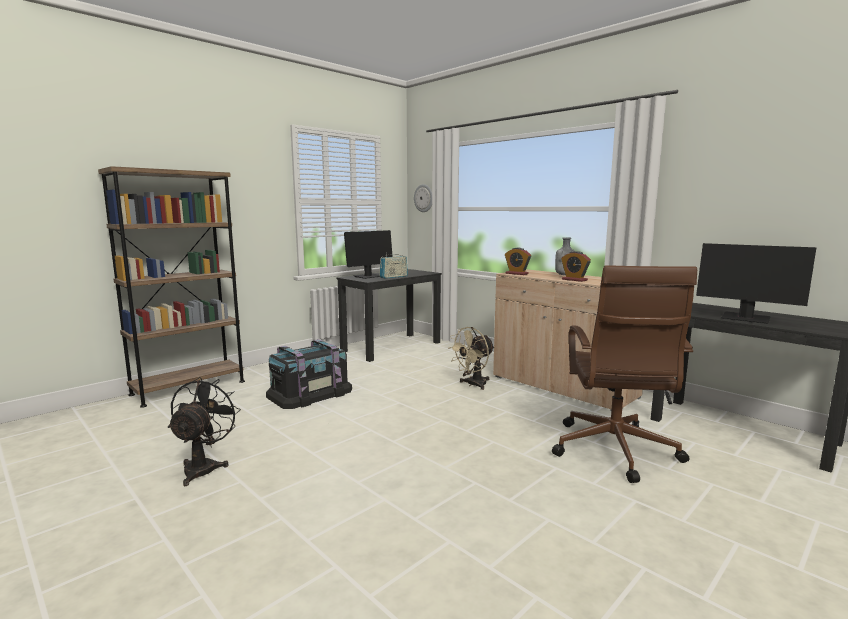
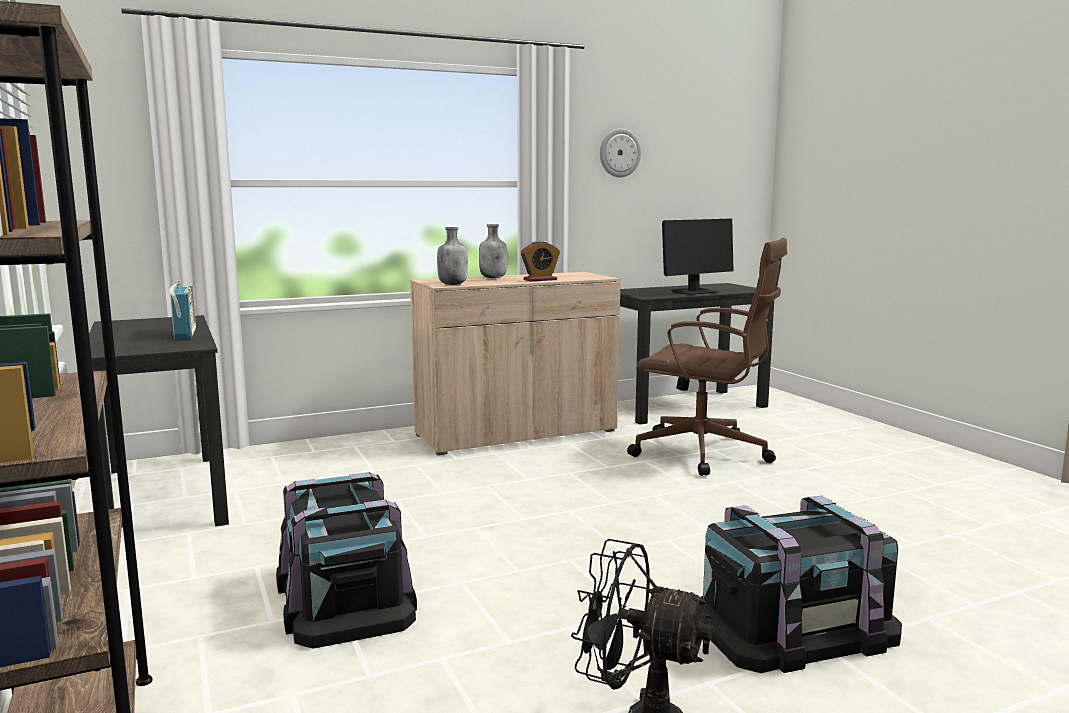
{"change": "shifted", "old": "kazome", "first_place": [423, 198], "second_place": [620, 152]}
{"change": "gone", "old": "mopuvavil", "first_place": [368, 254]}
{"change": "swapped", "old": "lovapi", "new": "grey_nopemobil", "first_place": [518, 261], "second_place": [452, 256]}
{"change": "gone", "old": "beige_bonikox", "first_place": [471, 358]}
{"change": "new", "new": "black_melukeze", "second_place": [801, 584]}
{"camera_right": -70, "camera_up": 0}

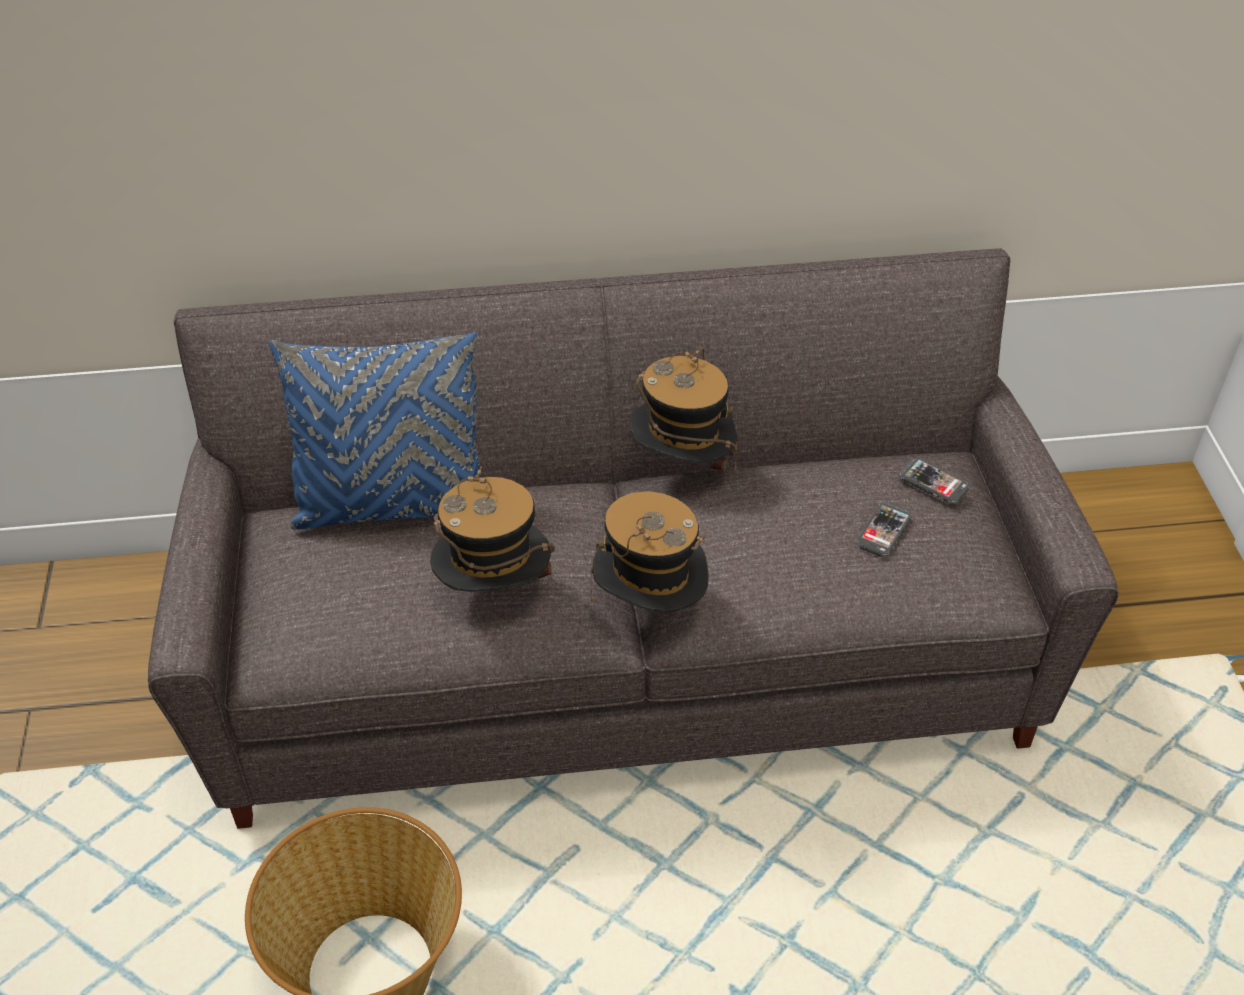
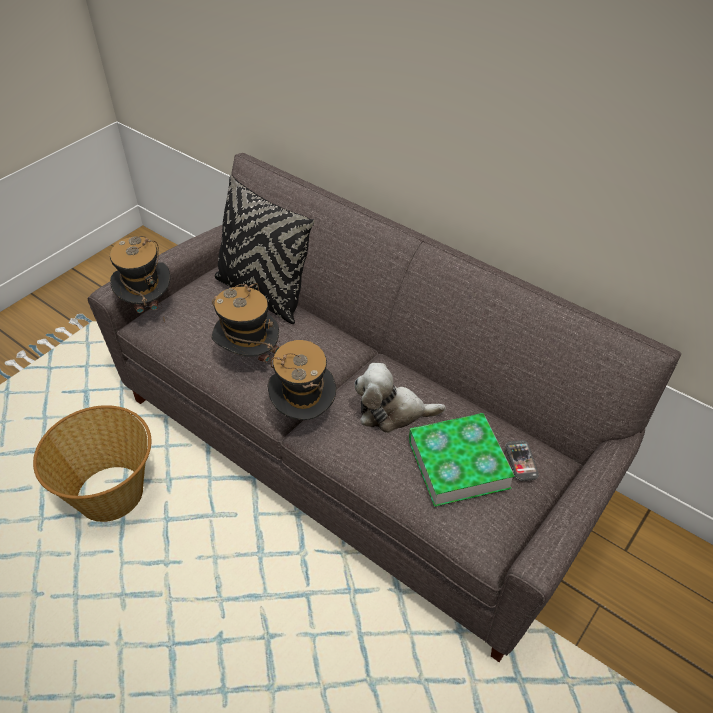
{"change": "repainted", "old": "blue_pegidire", "new": "black_pegidire", "first_place": [375, 431], "second_place": [265, 249]}
{"change": "shifted", "old": "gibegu", "first_place": [684, 409], "second_place": [140, 279]}
{"change": "swapped", "old": "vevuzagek", "new": "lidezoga", "first_place": [884, 529], "second_place": [462, 460]}
{"change": "new", "new": "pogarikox", "second_place": [400, 398]}
{"camera_right": 45, "camera_up": 0}

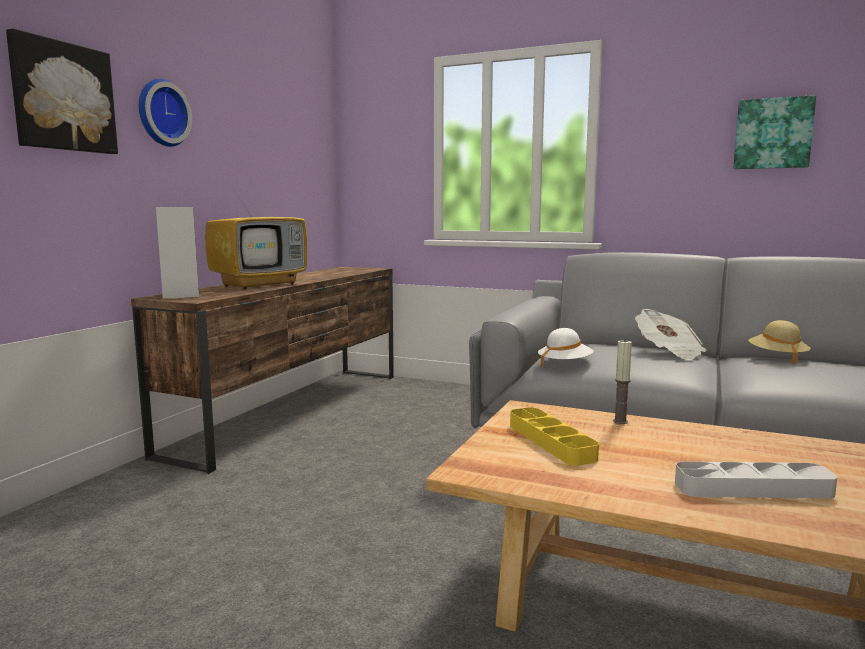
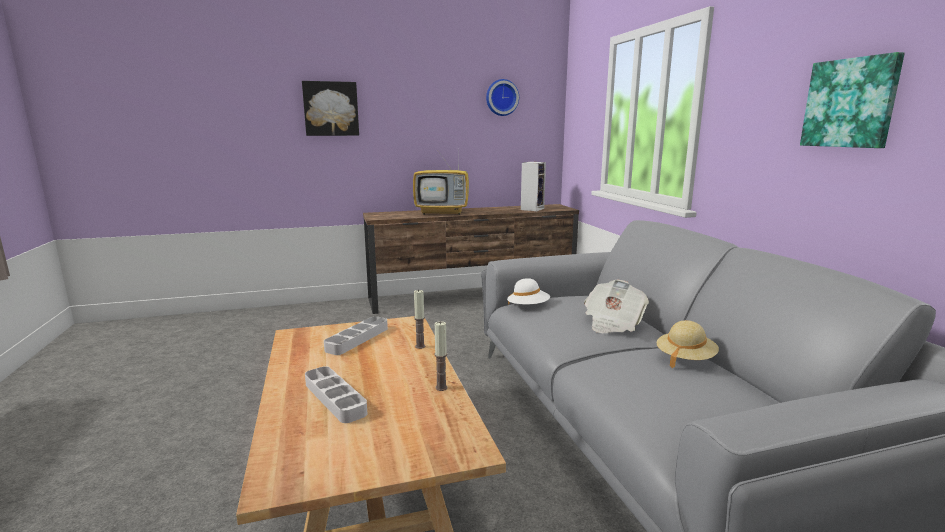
{"change": "shifted", "old": "kazome", "first_place": [165, 113], "second_place": [502, 97]}
{"change": "shifted", "old": "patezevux", "first_place": [177, 253], "second_place": [533, 186]}
{"change": "repainted", "old": "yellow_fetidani", "new": "grey_fetidani", "first_place": [554, 436], "second_place": [356, 335]}
{"change": "new", "new": "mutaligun", "second_place": [441, 356]}
{"camera_right": 50, "camera_up": 5}

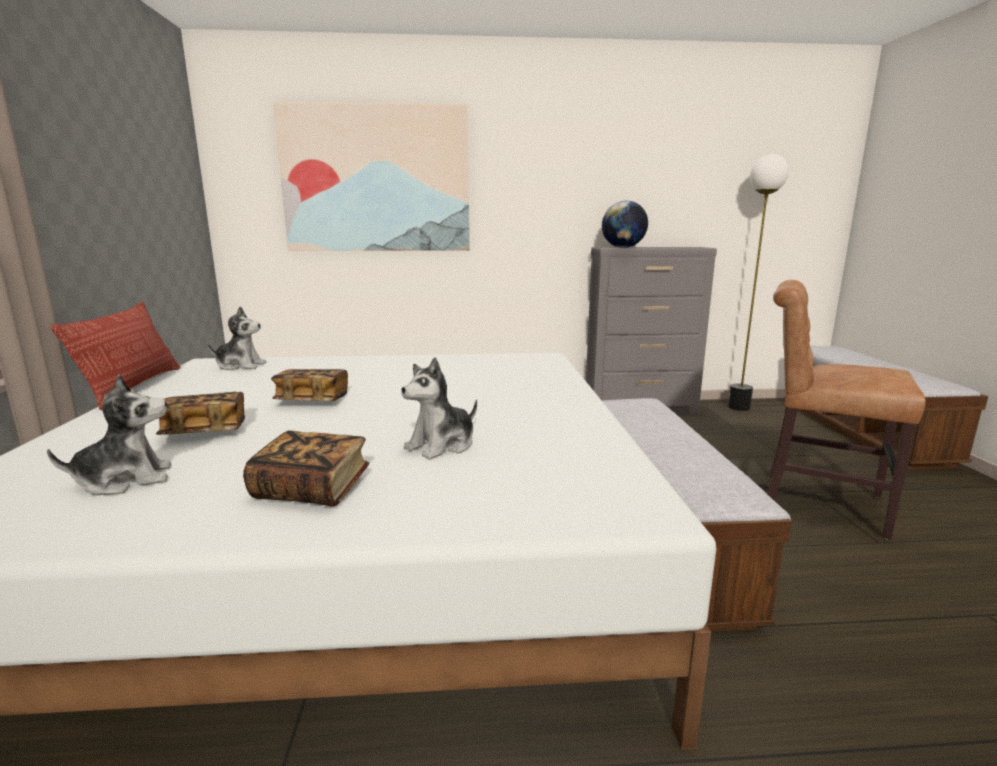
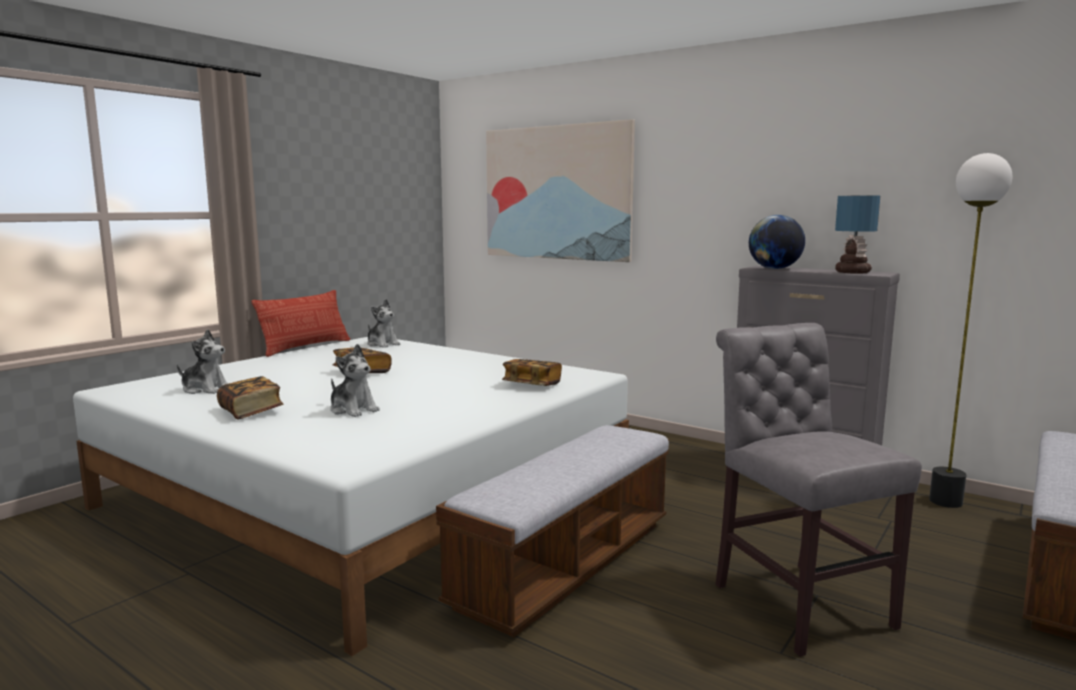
{"change": "repainted", "old": "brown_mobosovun", "new": "grey_mobosovun", "first_place": [847, 410], "second_place": [818, 490]}
{"change": "rotated", "old": "pogarikox", "first_place": [439, 408], "second_place": [355, 380], "degrees": -135}
{"change": "shifted", "old": "lidezoga", "first_place": [200, 413], "second_place": [532, 372]}
{"change": "new", "new": "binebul", "second_place": [857, 235]}
{"camera_right": 40, "camera_up": -5}

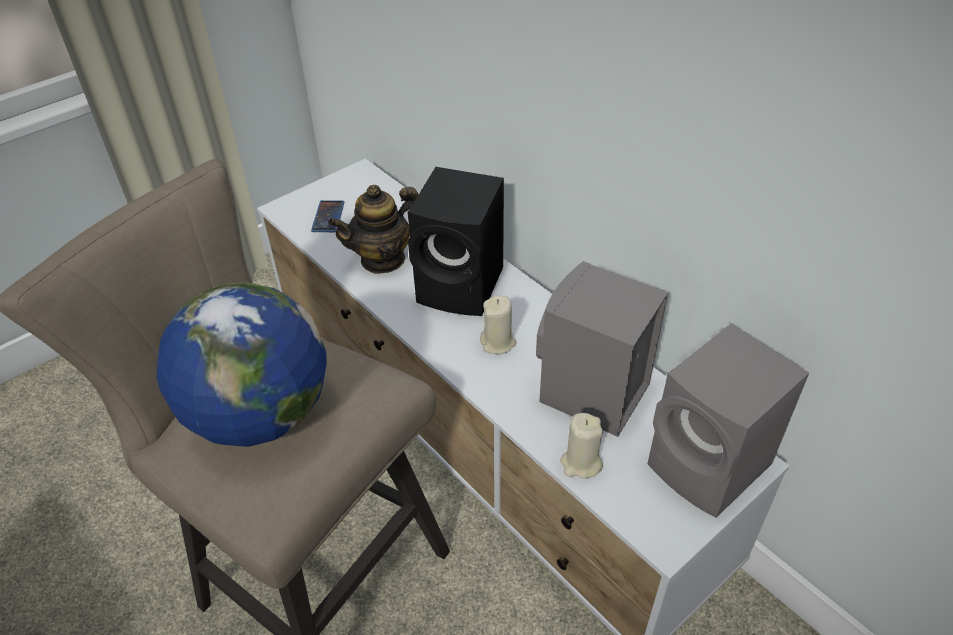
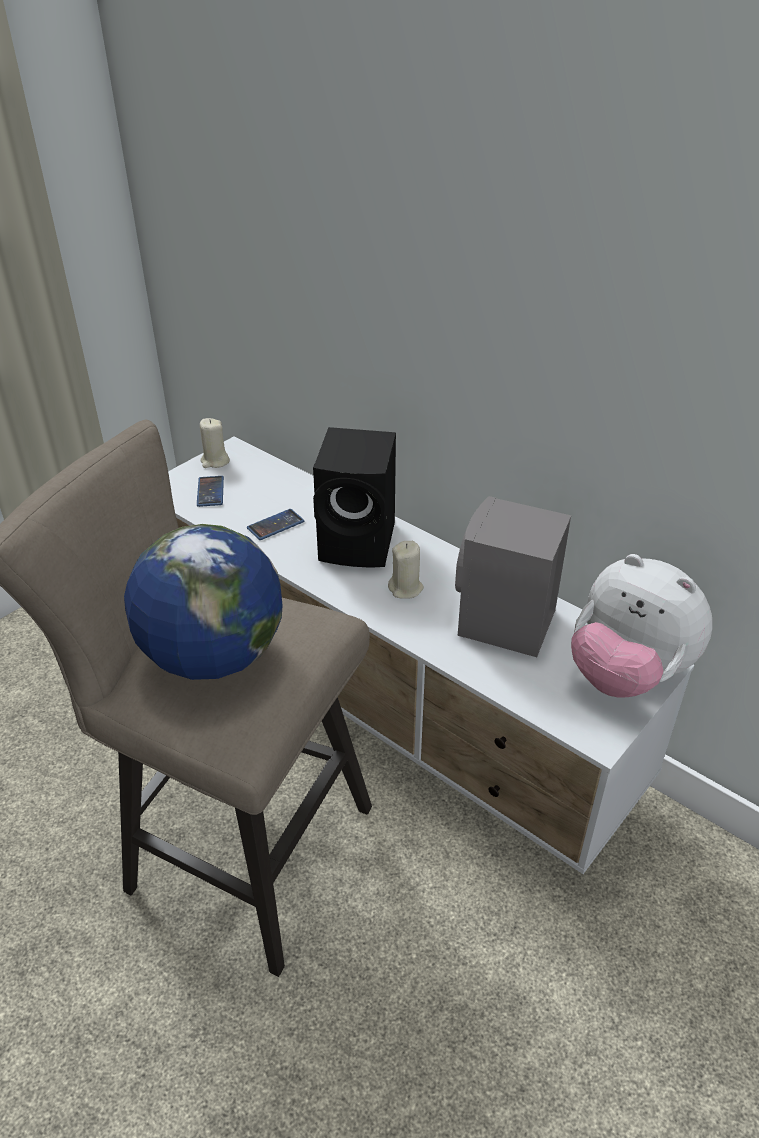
{"change": "swapped", "old": "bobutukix", "new": "vevuzagek", "first_place": [373, 229], "second_place": [275, 524]}
{"change": "swapped", "old": "grey_patezevux", "new": "pogarikox", "first_place": [728, 421], "second_place": [641, 625]}
{"change": "shifted", "old": "beige_mutaligun", "first_place": [581, 446], "second_place": [215, 443]}
{"camera_right": -10, "camera_up": -5}

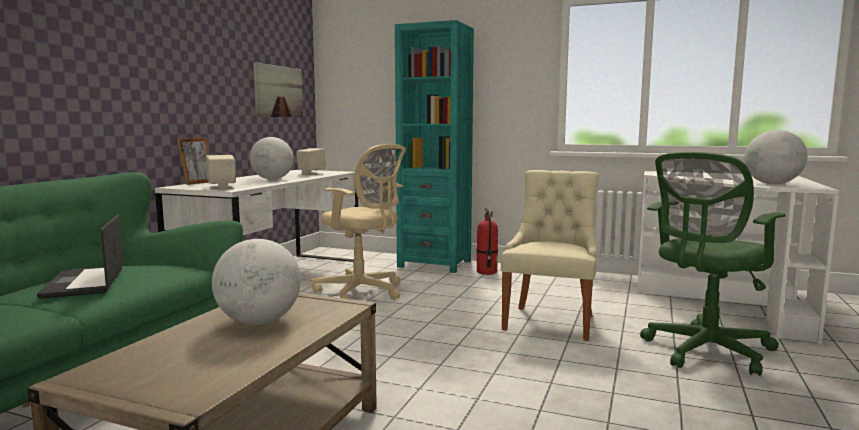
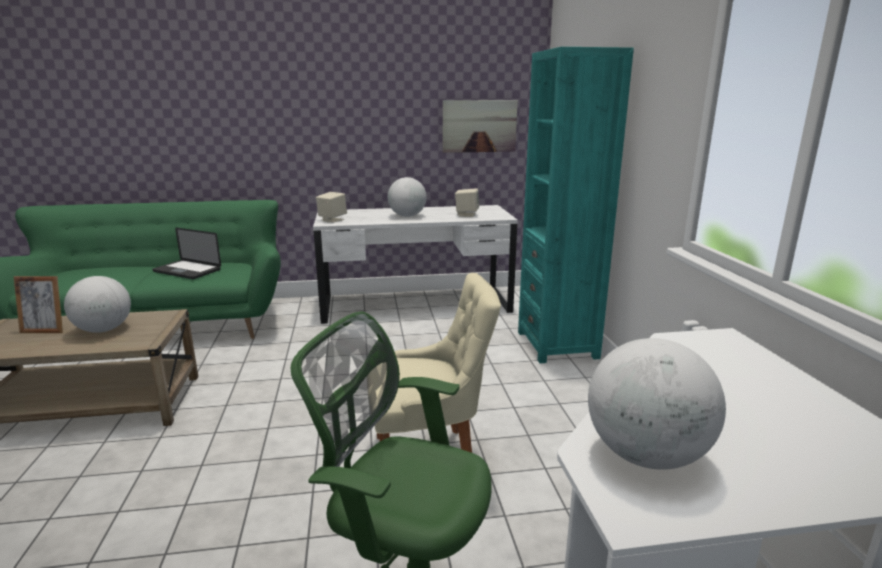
{"change": "shifted", "old": "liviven", "first_place": [193, 161], "second_place": [38, 304]}
{"change": "gone", "old": "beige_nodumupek", "first_place": [359, 222]}
{"change": "gone", "old": "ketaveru", "first_place": [487, 241]}
{"change": "rotated", "old": "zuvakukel", "first_place": [80, 256], "second_place": [186, 253], "degrees": -105}
{"camera_right": 60, "camera_up": 10}

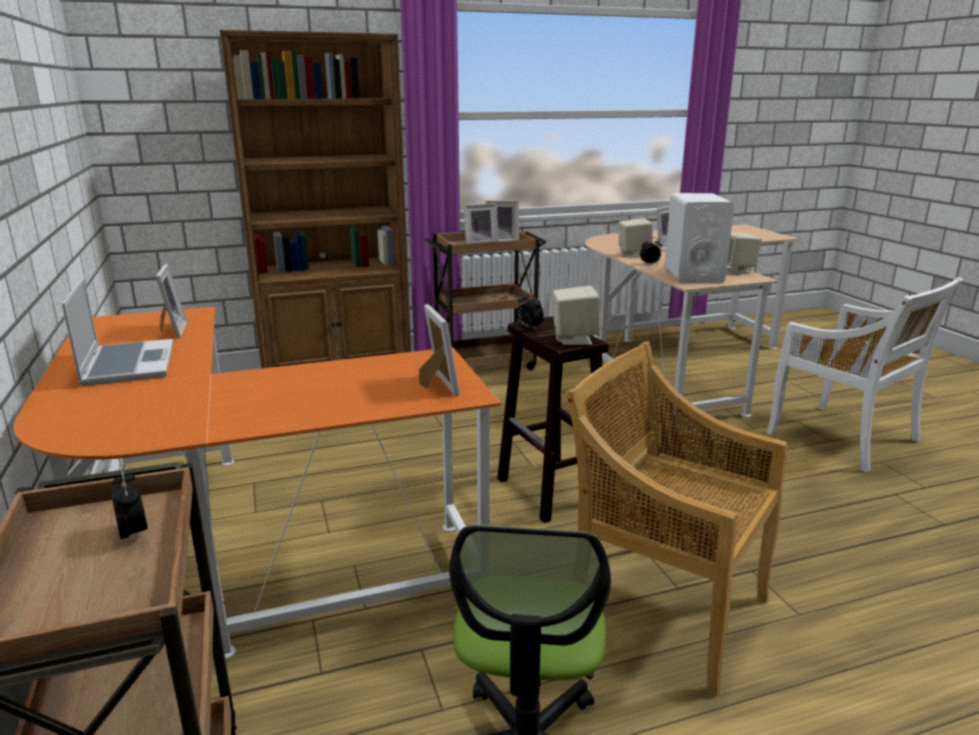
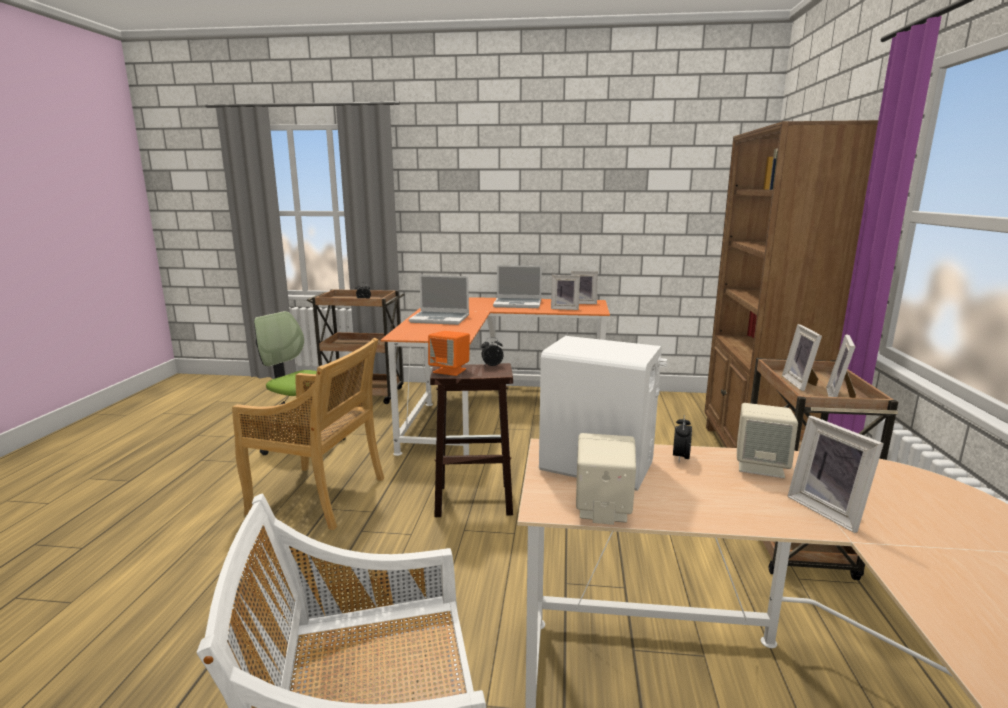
{"change": "repainted", "old": "beige_patezevux", "new": "orange_patezevux", "first_place": [576, 315], "second_place": [449, 353]}
{"change": "shifted", "old": "liviven", "first_place": [439, 350], "second_place": [584, 287]}
{"change": "rotated", "old": "beige_mobosovun", "first_place": [676, 519], "second_place": [308, 434], "degrees": 45}
{"change": "new", "new": "zuvakukel", "second_place": [439, 300]}
{"camera_right": 115, "camera_up": -5}

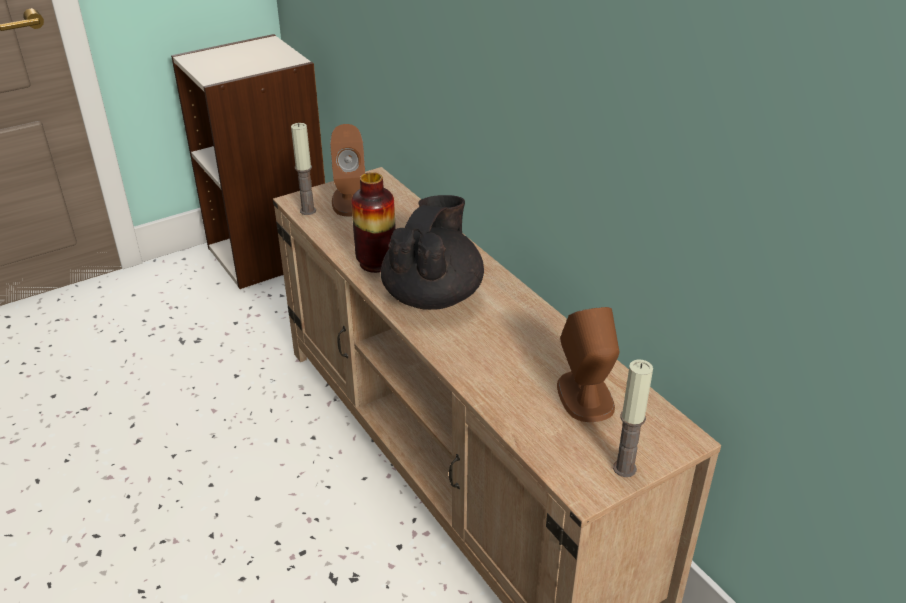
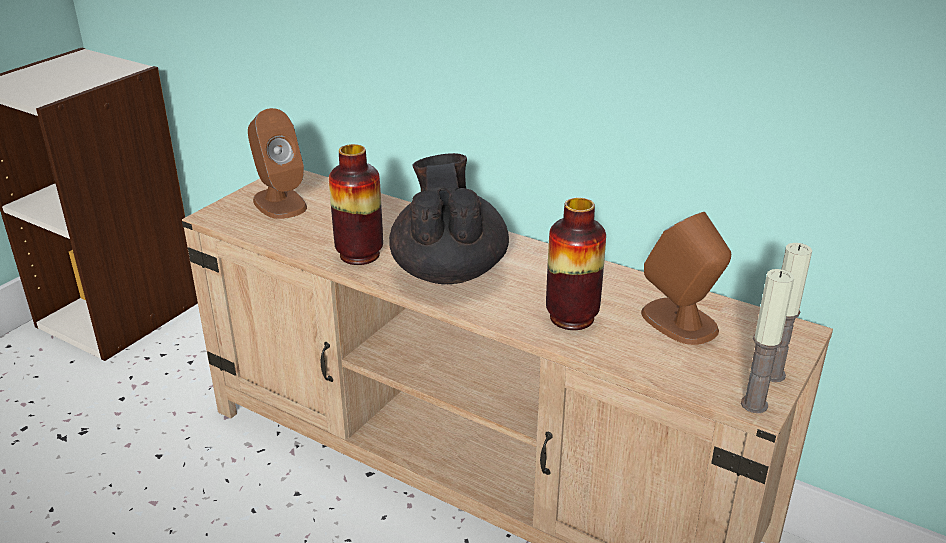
{"change": "shifted", "old": "mutaligun", "first_place": [303, 169], "second_place": [767, 341]}
{"change": "new", "new": "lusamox", "second_place": [576, 264]}
{"camera_right": -25, "camera_up": -5}

